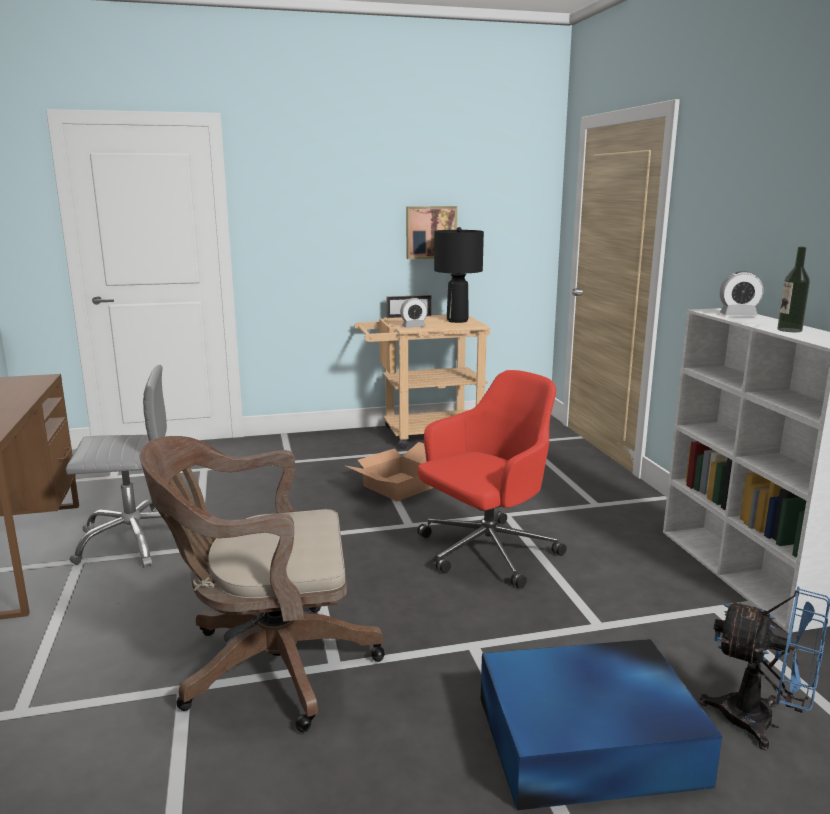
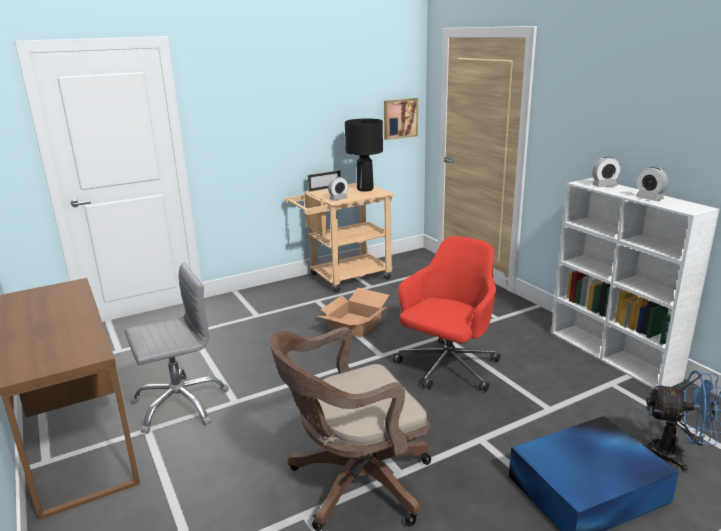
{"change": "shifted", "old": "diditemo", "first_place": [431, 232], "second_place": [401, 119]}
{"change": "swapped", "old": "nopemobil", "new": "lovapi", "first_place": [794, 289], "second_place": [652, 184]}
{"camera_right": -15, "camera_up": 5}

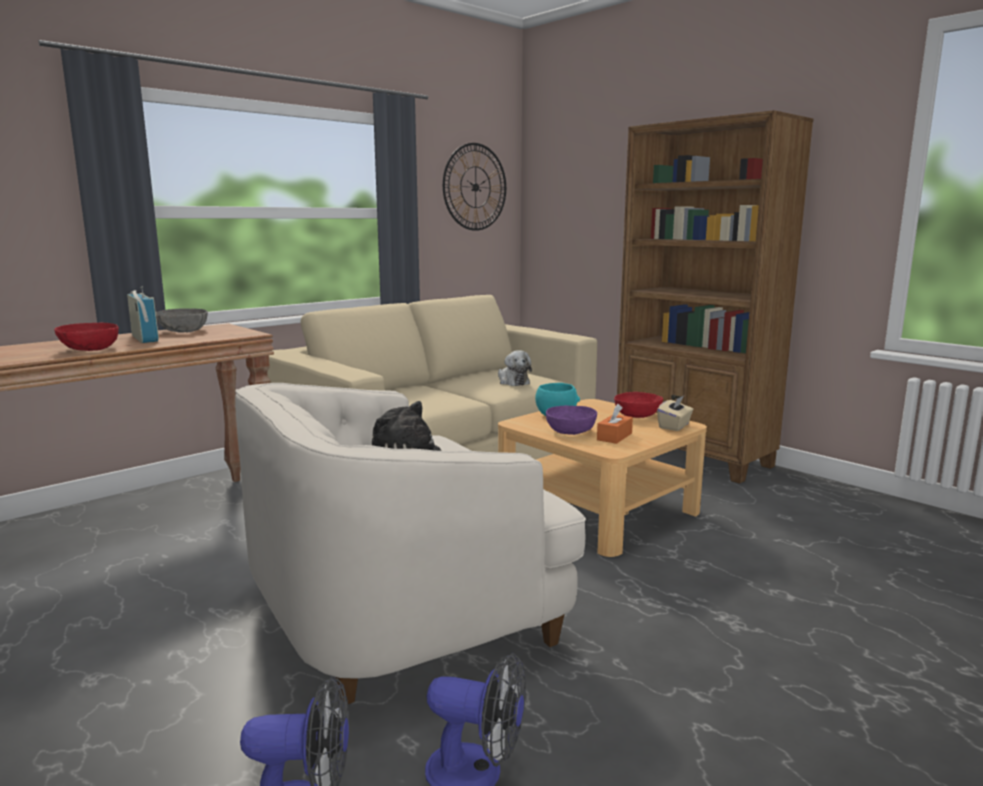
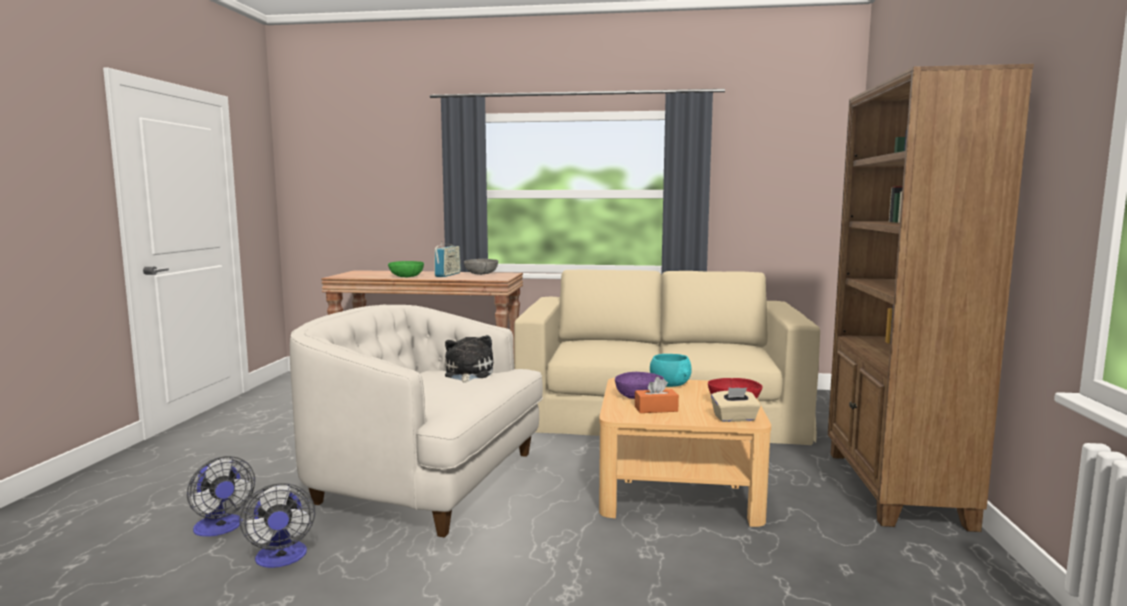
{"change": "gone", "old": "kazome", "first_place": [474, 187]}
{"change": "repainted", "old": "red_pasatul", "new": "green_pasatul", "first_place": [86, 337], "second_place": [406, 269]}
{"change": "gone", "old": "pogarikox", "first_place": [515, 368]}
{"camera_right": 50, "camera_up": -5}

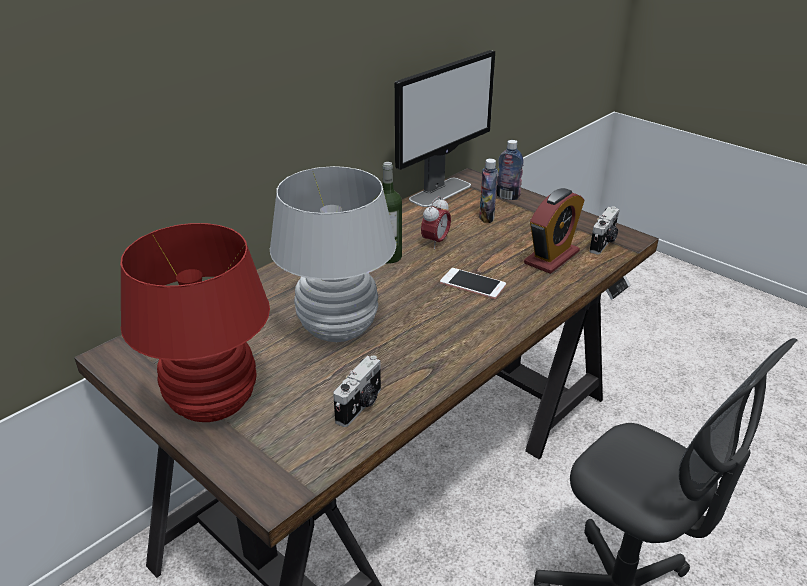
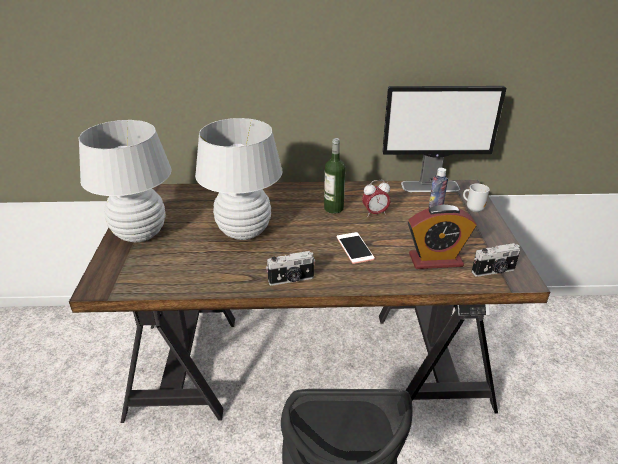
{"change": "swapped", "old": "nopemobil", "new": "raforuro", "first_place": [510, 170], "second_place": [476, 198]}
{"change": "repainted", "old": "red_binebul", "new": "white_binebul", "first_place": [195, 322], "second_place": [125, 181]}
{"change": "shifted", "old": "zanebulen", "first_place": [357, 391], "second_place": [290, 268]}
{"camera_right": 45, "camera_up": 0}

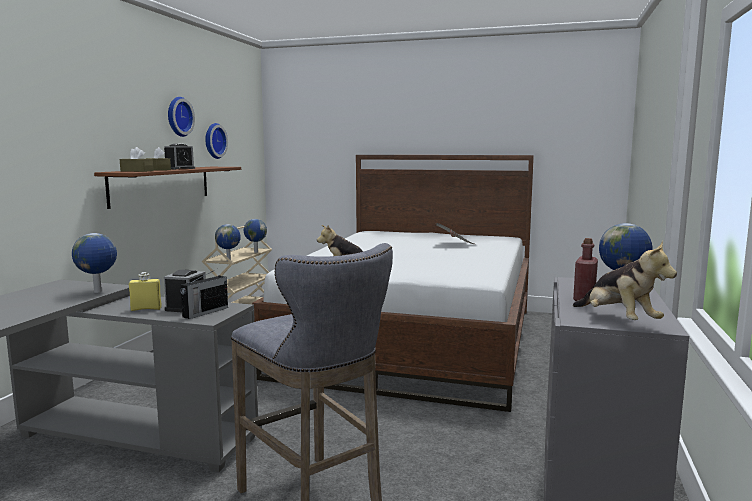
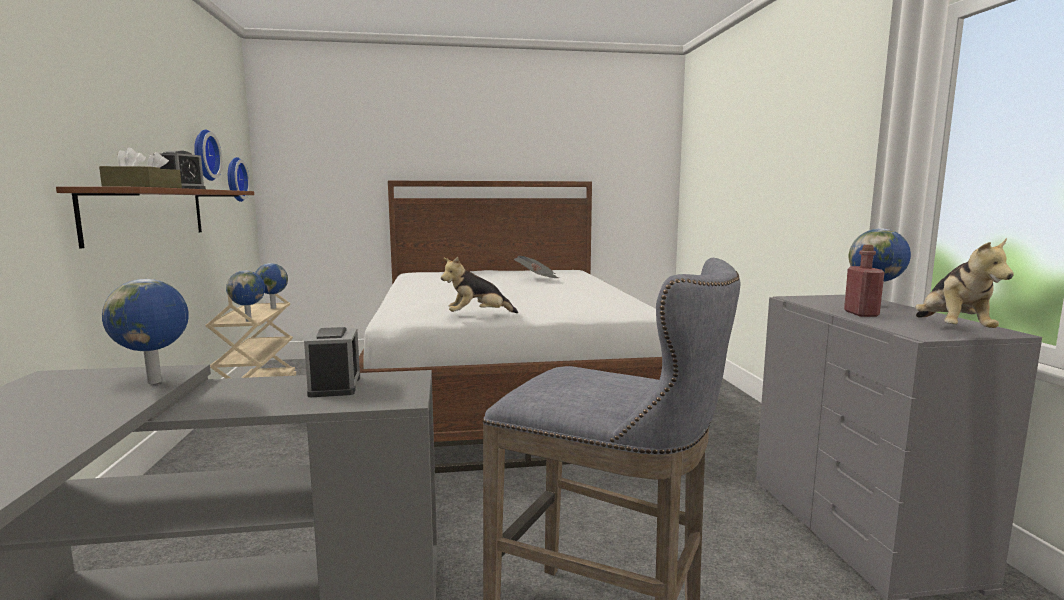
{"change": "shifted", "old": "kazome", "first_place": [181, 117], "second_place": [239, 179]}
{"change": "rotated", "old": "pogarikox", "first_place": [625, 280], "second_place": [964, 283], "degrees": 60}
{"change": "gone", "old": "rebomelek", "first_place": [204, 294]}
{"change": "gone", "old": "yellow_nopemobil", "first_place": [145, 291]}
{"camera_right": -25, "camera_up": 0}

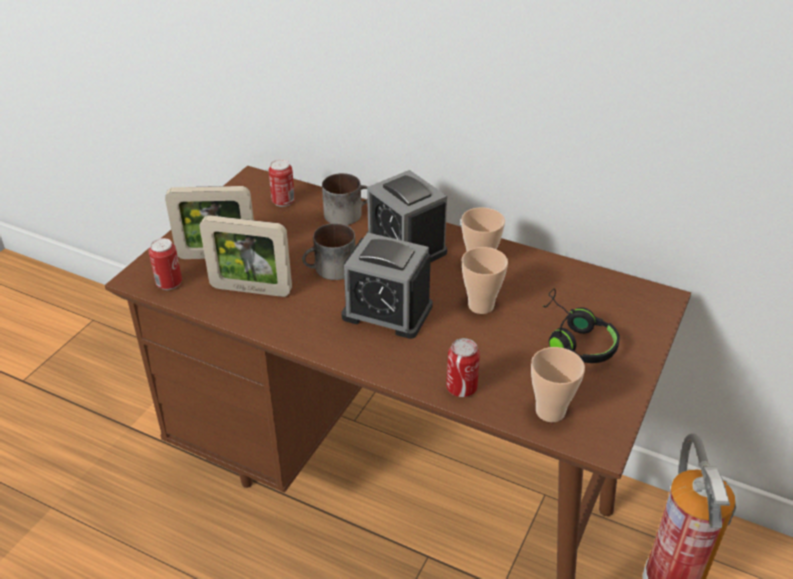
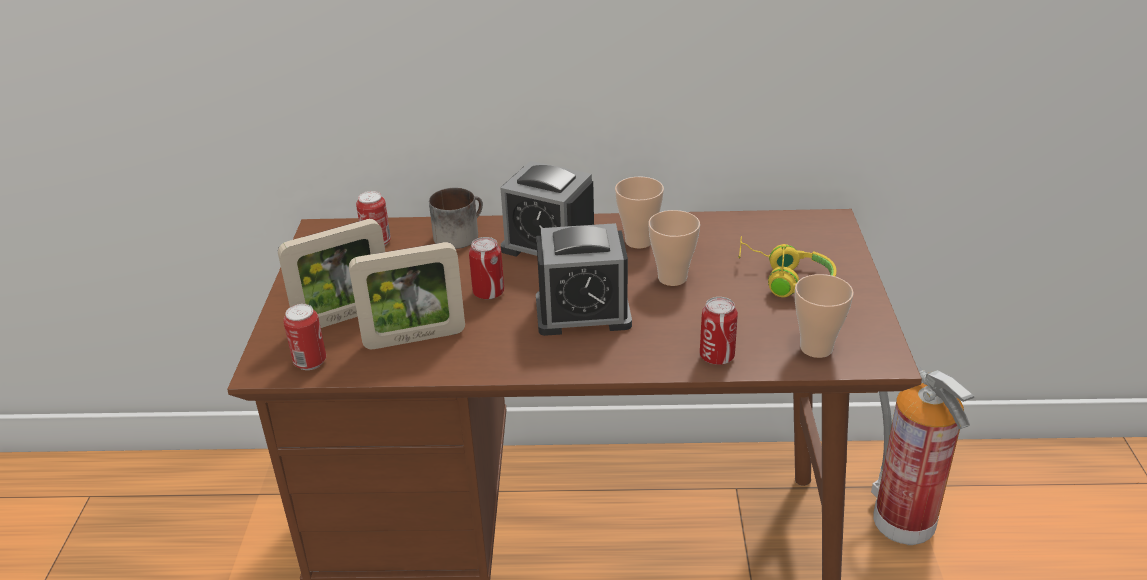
{"change": "swapped", "old": "raforuro", "new": "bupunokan", "first_place": [328, 251], "second_place": [486, 268]}
{"change": "repainted", "old": "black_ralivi", "new": "yellow_ralivi", "first_place": [581, 325], "second_place": [787, 266]}
{"camera_right": -25, "camera_up": -5}

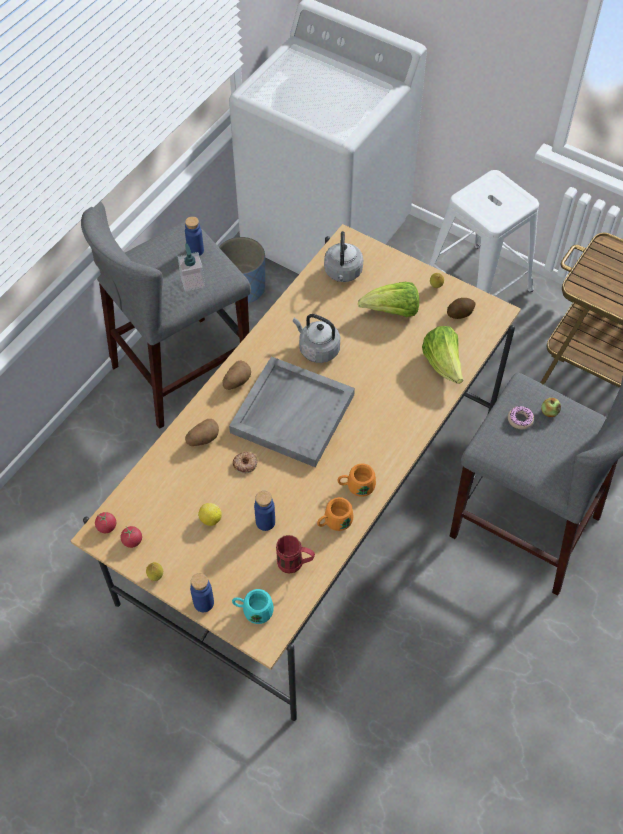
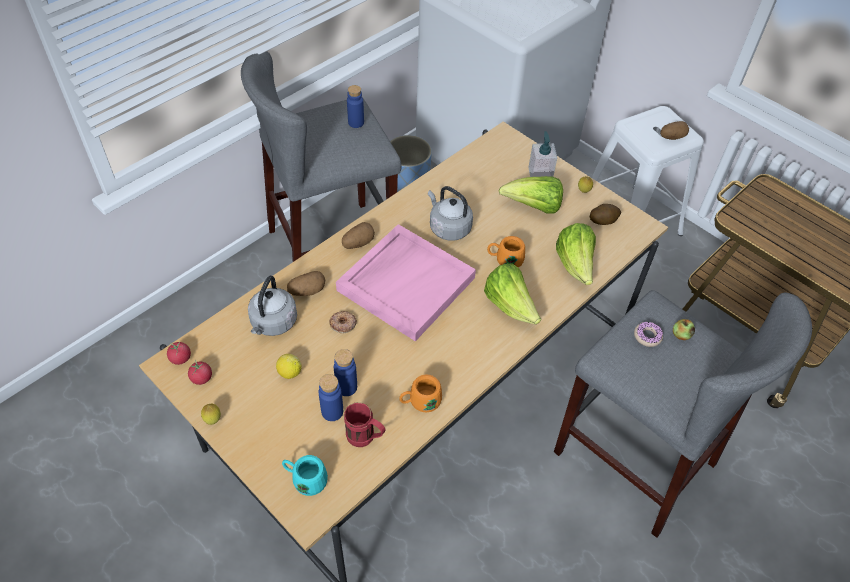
{"change": "shifted", "old": "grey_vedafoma", "first_place": [343, 256], "second_place": [272, 306]}
{"change": "shifted", "old": "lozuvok", "first_place": [191, 268], "second_place": [542, 154]}
{"change": "repainted", "old": "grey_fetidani", "new": "pink_fetidani", "first_place": [292, 411], "second_place": [406, 282]}
{"change": "shifted", "old": "orange_raforuro", "first_place": [356, 480], "second_place": [506, 251]}
{"change": "shifted", "old": "blue_nopemobil", "first_place": [202, 592], "second_place": [330, 397]}
{"change": "new", "new": "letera", "second_place": [674, 130]}
{"change": "new", "new": "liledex", "second_place": [512, 293]}
{"camera_right": 10, "camera_up": -5}

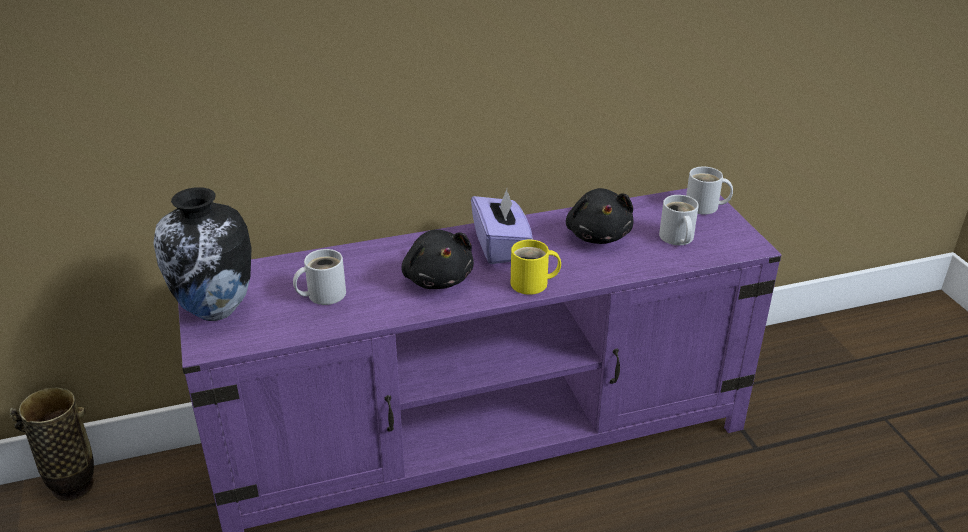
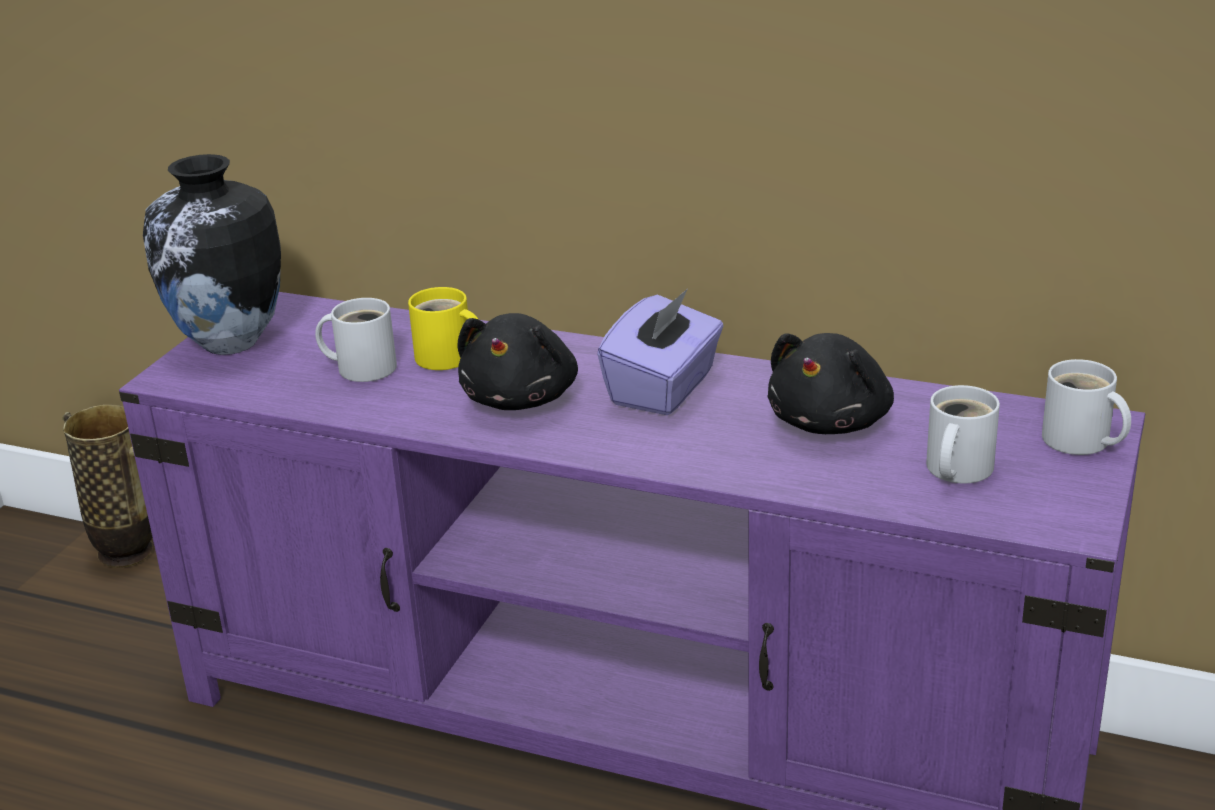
{"change": "shifted", "old": "yellow_raforuro", "first_place": [536, 267], "second_place": [443, 328]}
{"camera_right": 40, "camera_up": -5}

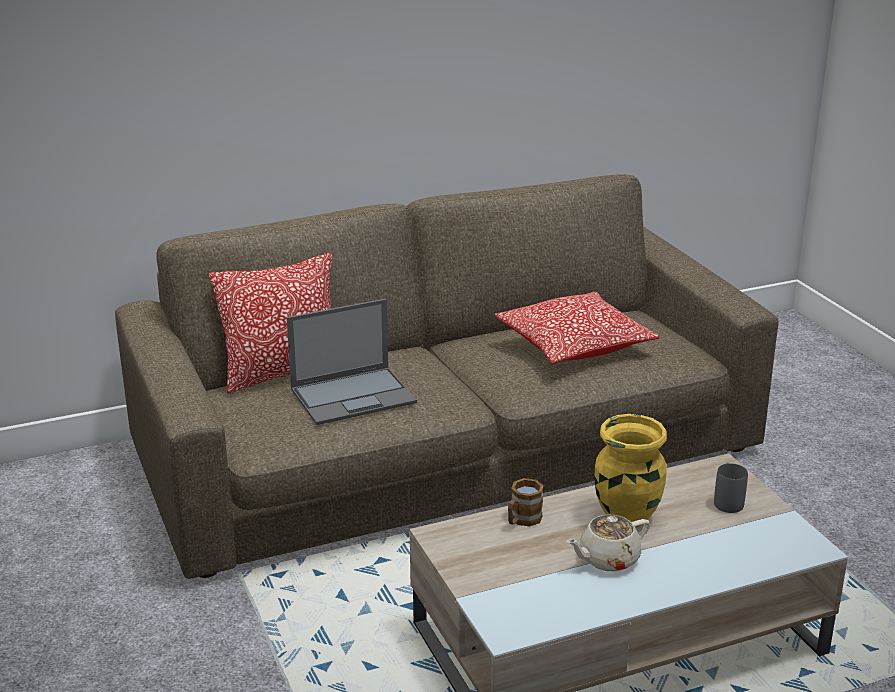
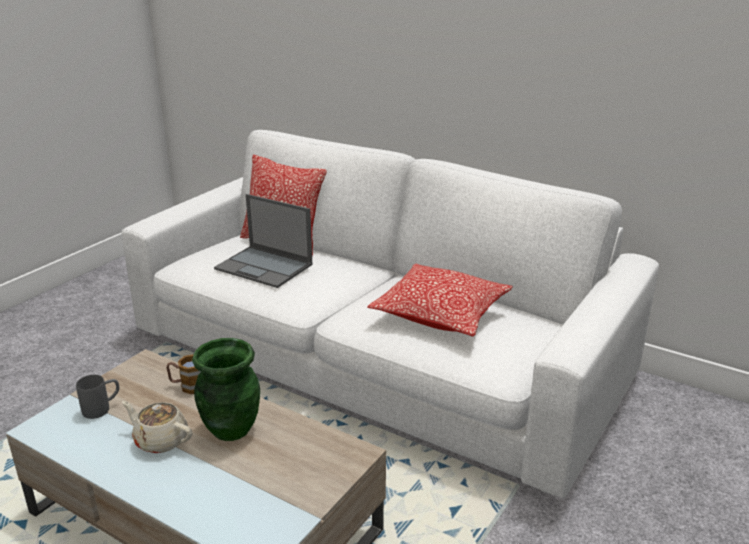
{"change": "repainted", "old": "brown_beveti", "new": "white_beveti", "first_place": [447, 376], "second_place": [390, 314]}
{"change": "repainted", "old": "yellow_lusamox", "new": "green_lusamox", "first_place": [630, 470], "second_place": [226, 389]}
{"change": "shifted", "old": "grey_raforuro", "first_place": [731, 487], "second_place": [97, 397]}
{"camera_right": 55, "camera_up": 0}

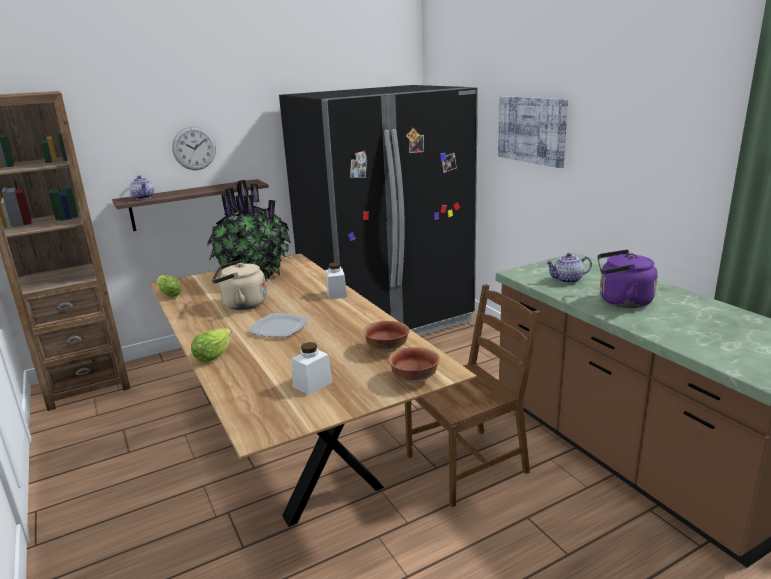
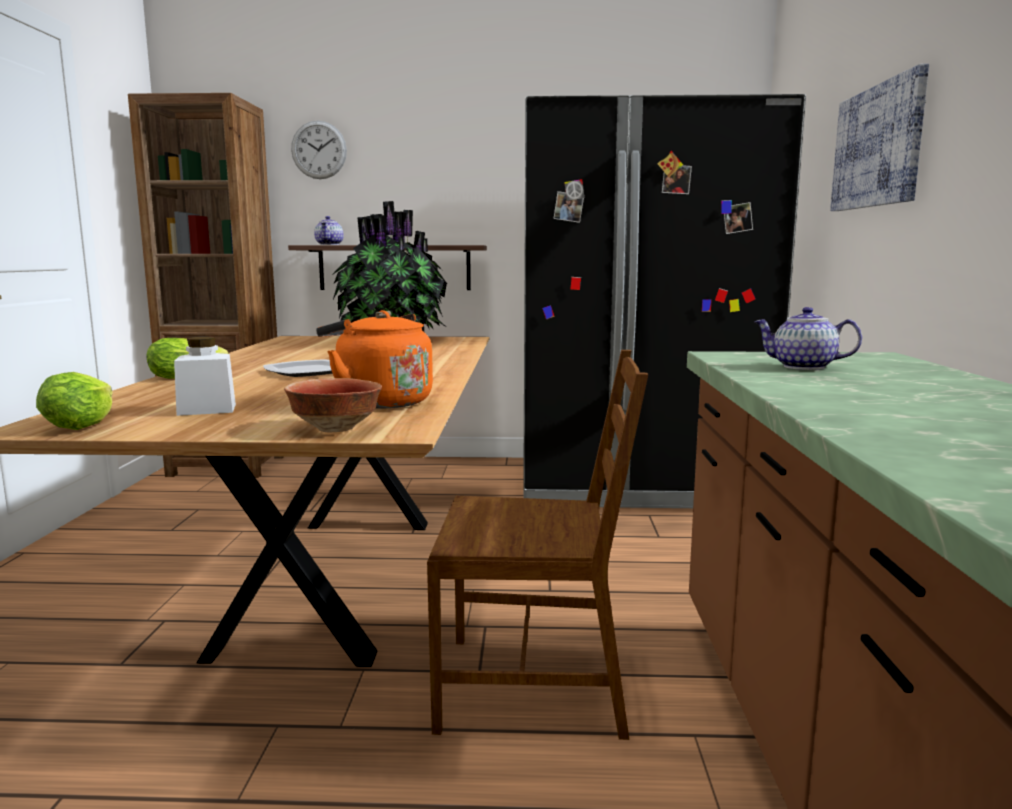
{"change": "shifted", "old": "kazome", "first_place": [194, 148], "second_place": [319, 150]}
{"change": "gone", "old": "purple_vedafoma", "first_place": [627, 279]}
{"change": "gone", "old": "beige_vedafoma", "first_place": [239, 285]}
{"change": "gone", "old": "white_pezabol", "first_place": [336, 281]}
{"change": "shifted", "old": "liledex", "first_place": [169, 286], "second_place": [74, 401]}
{"change": "swapped", "old": "pasatul", "new": "orange_vedafoma", "first_place": [386, 337], "second_place": [374, 359]}
{"camera_right": 30, "camera_up": -10}

